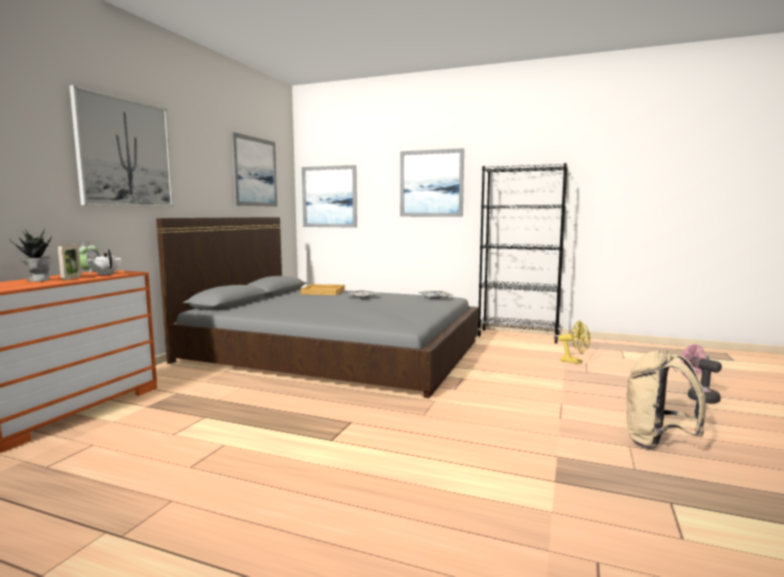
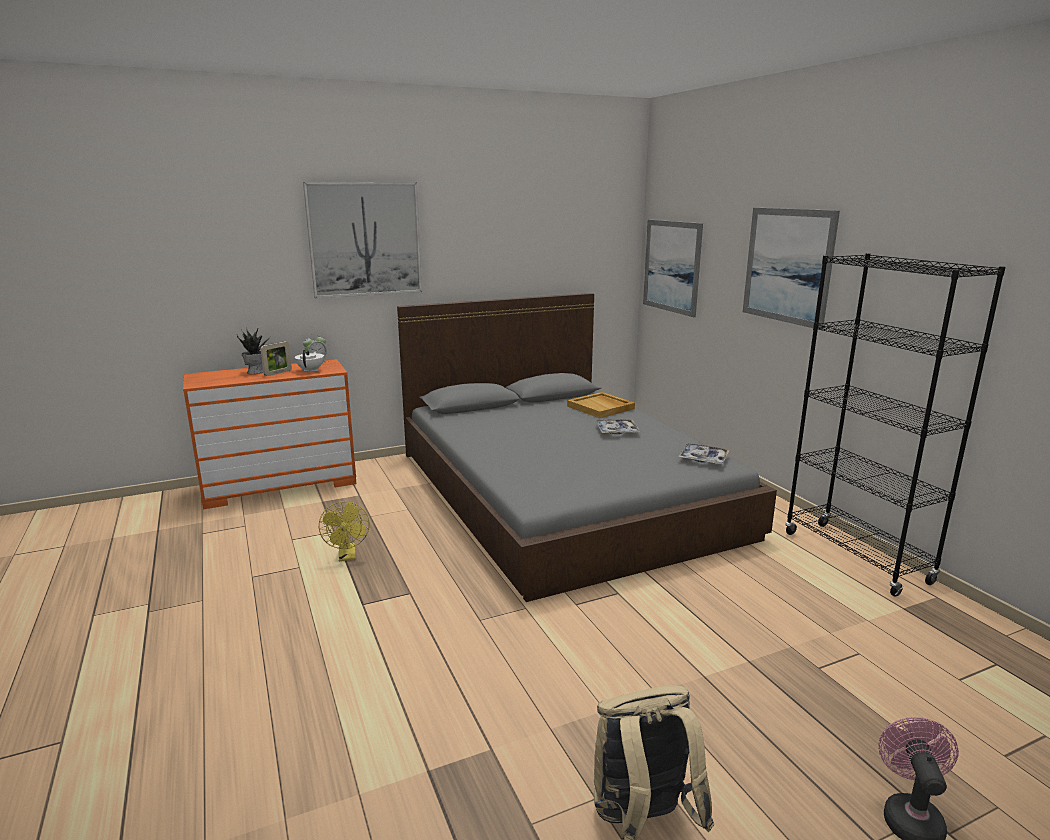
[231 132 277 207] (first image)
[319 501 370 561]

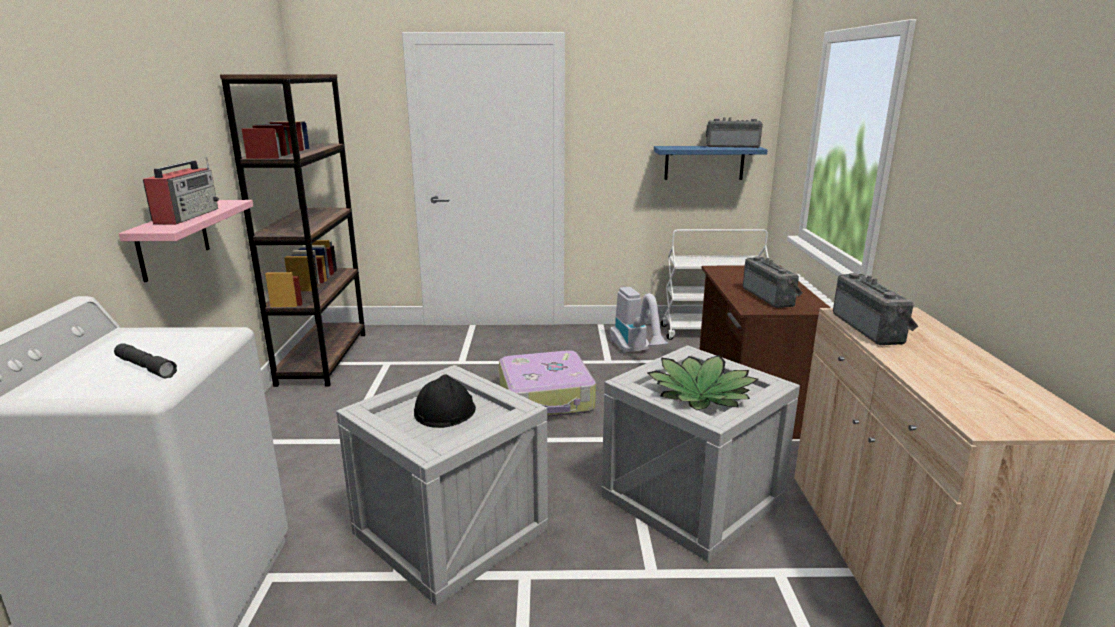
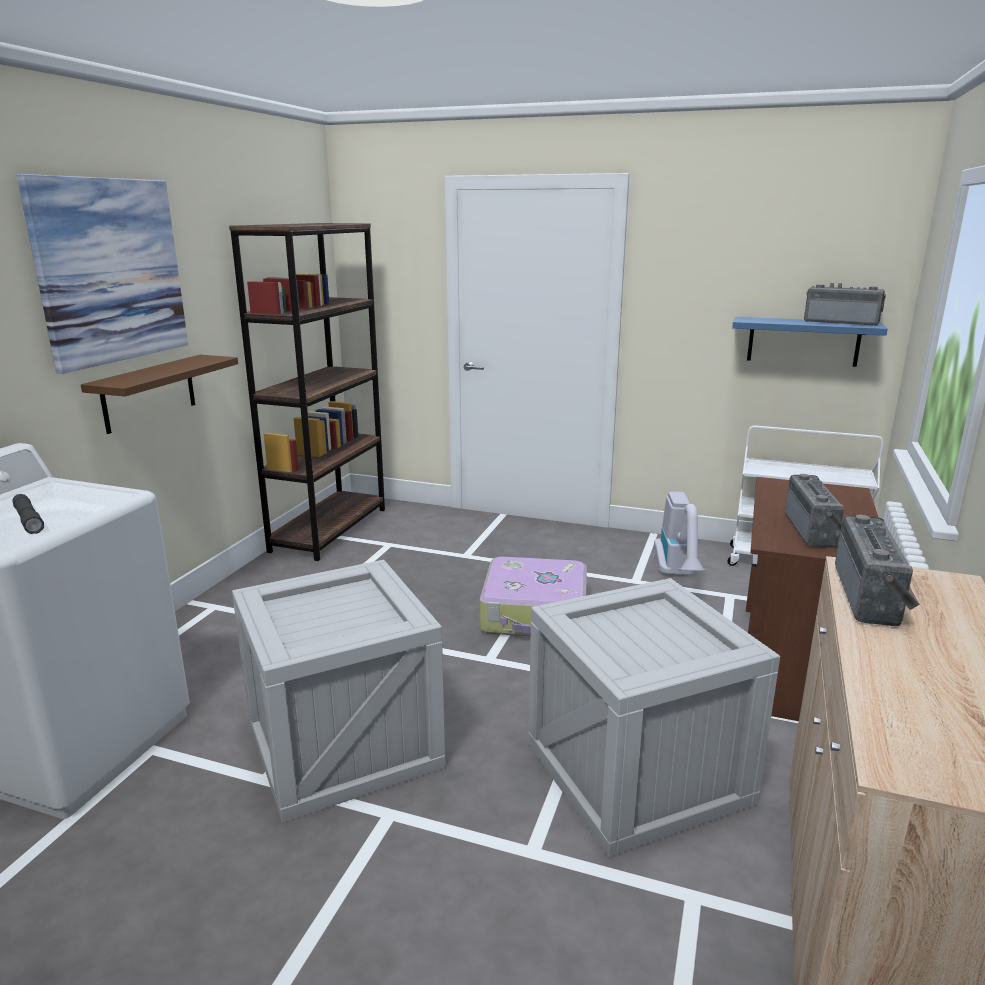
[143 157 219 225] (first image)
[81 355 238 434]
[647 355 758 410] (first image)
[414 374 476 428] (first image)
[17 174 188 374]

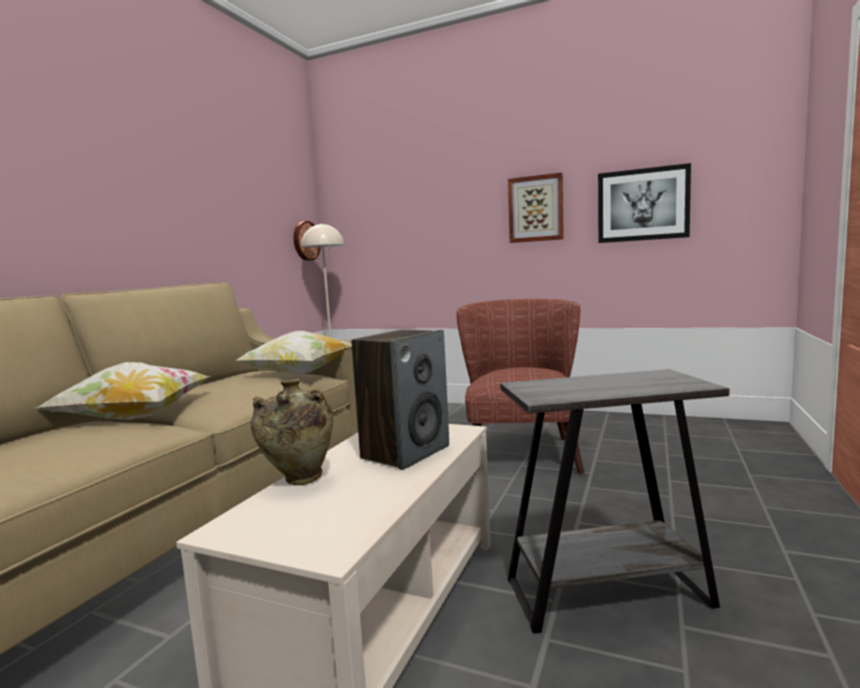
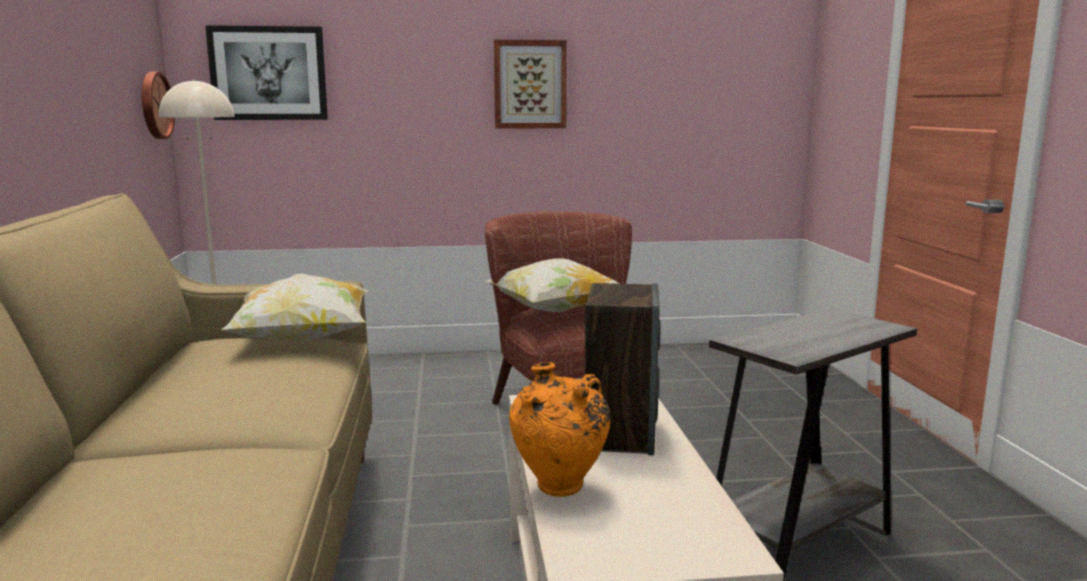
[205 25 328 120]
[485 258 619 312]
[509 362 611 497]

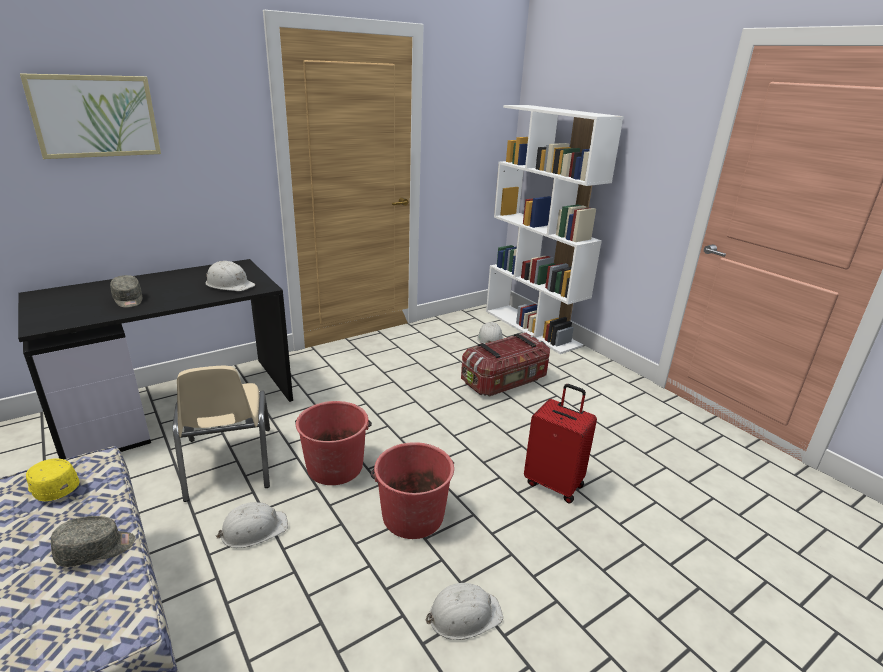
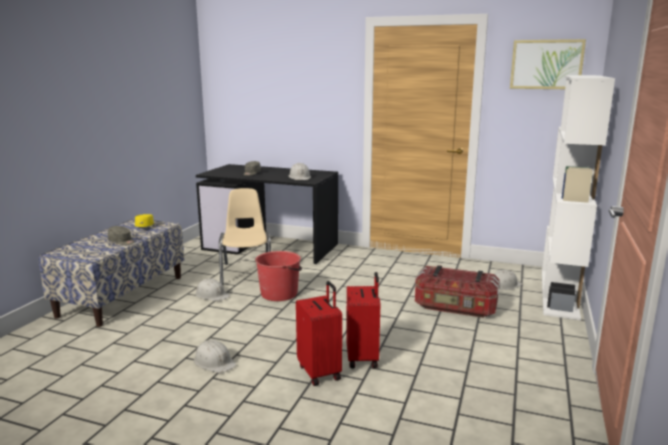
[510 39 586 89]
[219 188 271 285]
[371 442 454 539] (first image)
[296 281 342 386]

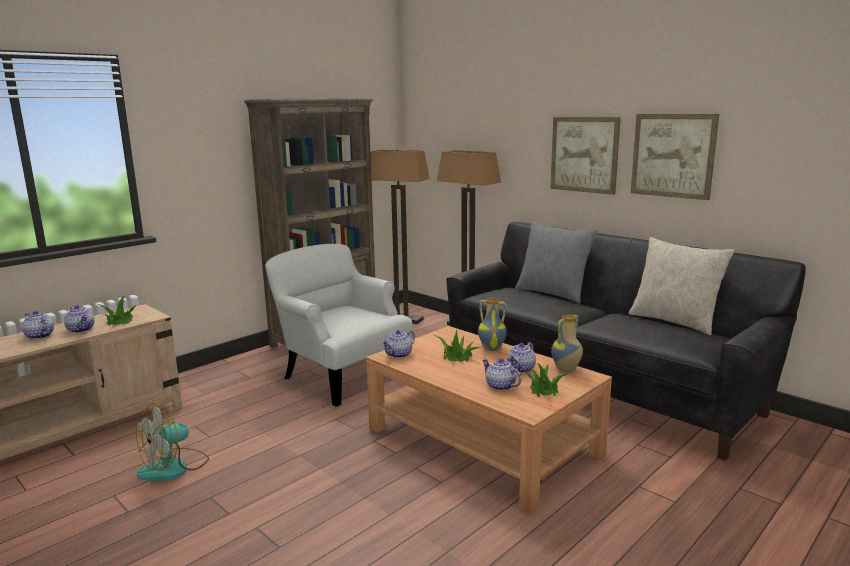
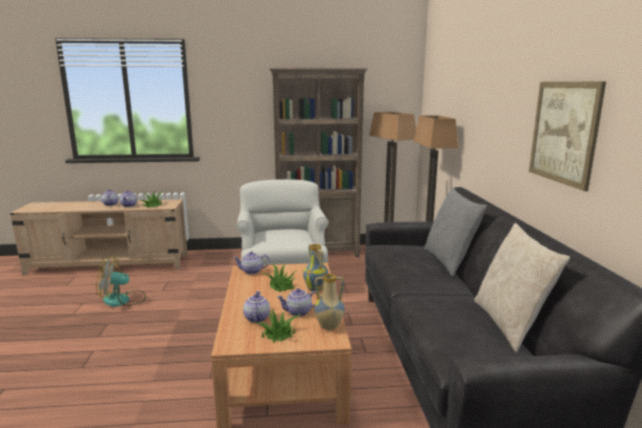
[550 117 621 195] (first image)

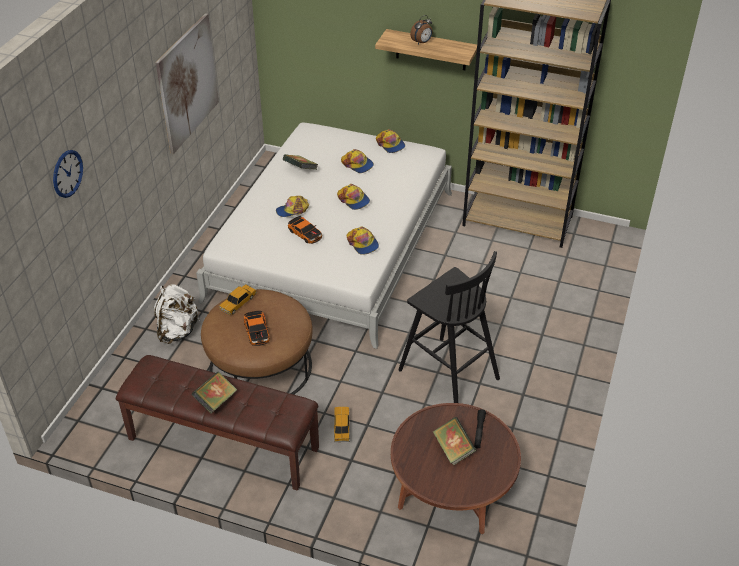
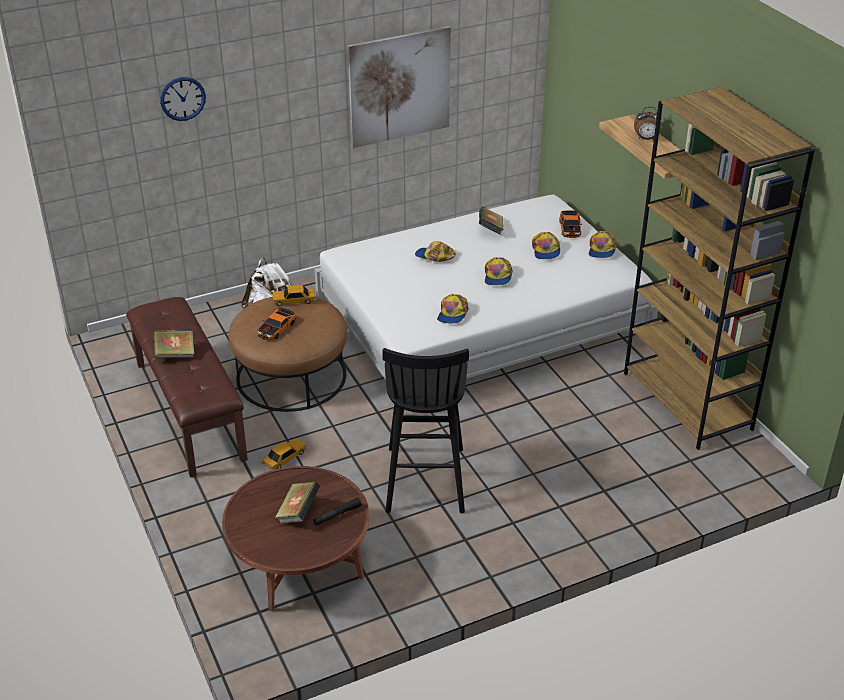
[560 211 582 238]

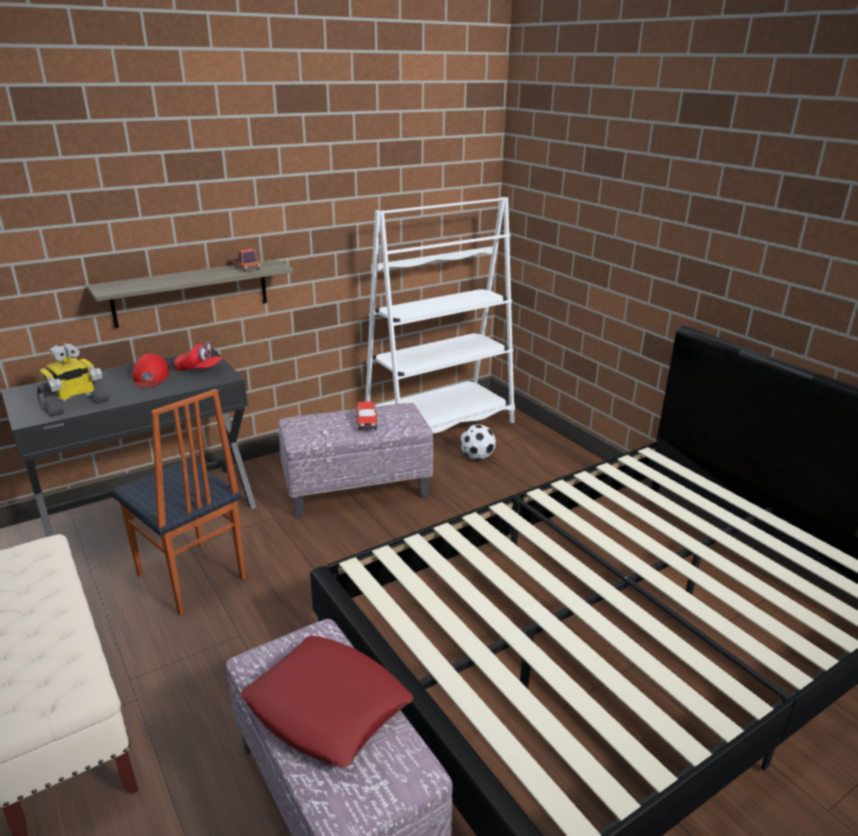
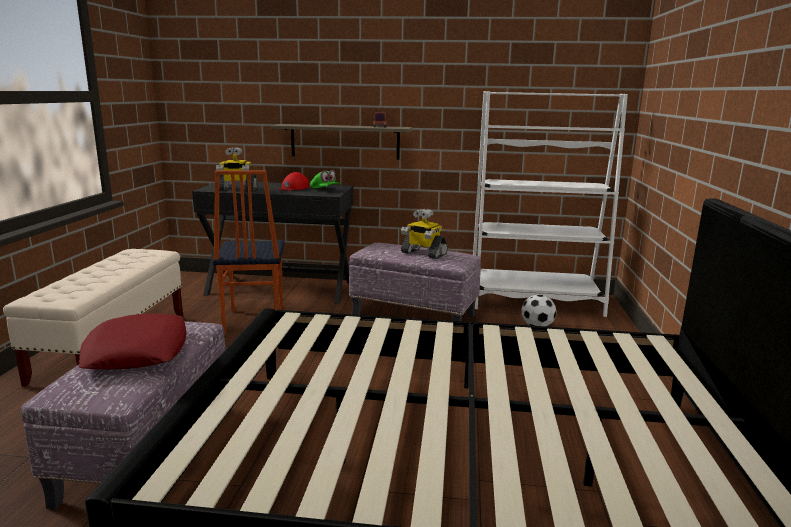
[310 170 340 188]
[401 209 448 259]

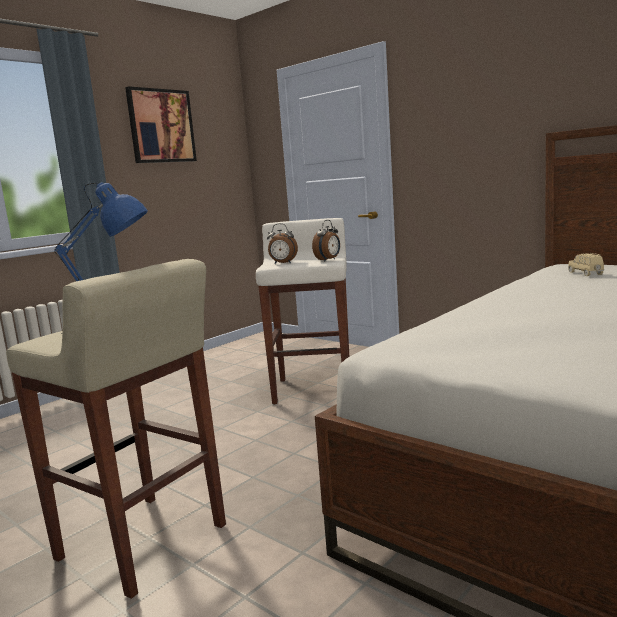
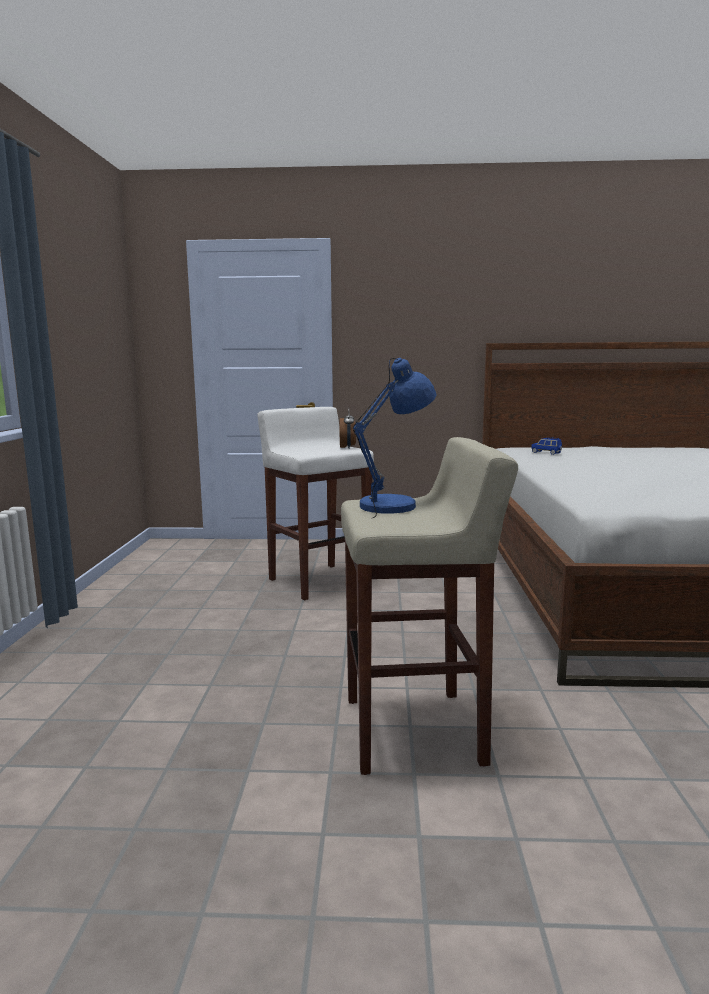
[125 86 197 163] (first image)
[267 223 298 264] (first image)
[531 437 562 455]

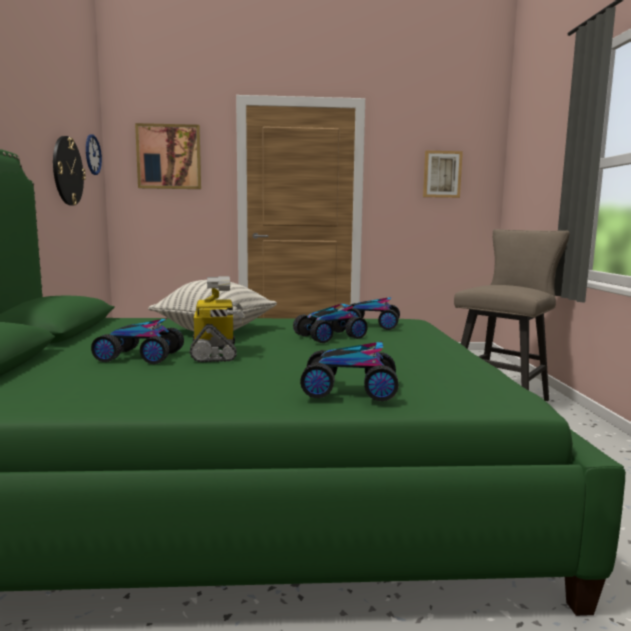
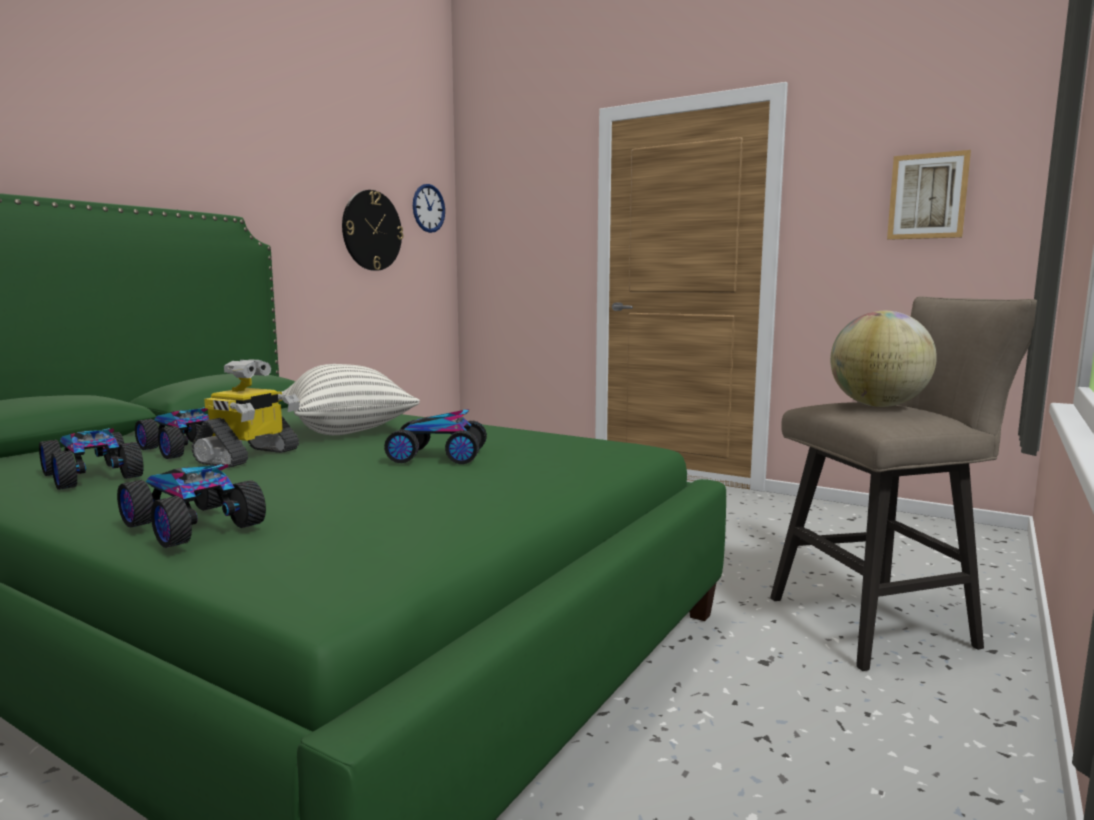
[135 123 201 189] (first image)
[39 428 144 490]
[830 311 937 407]

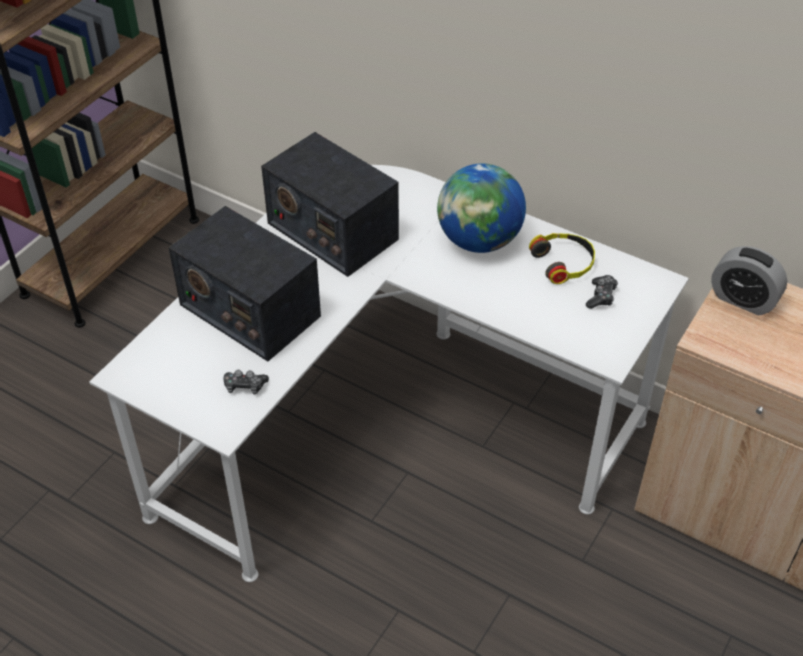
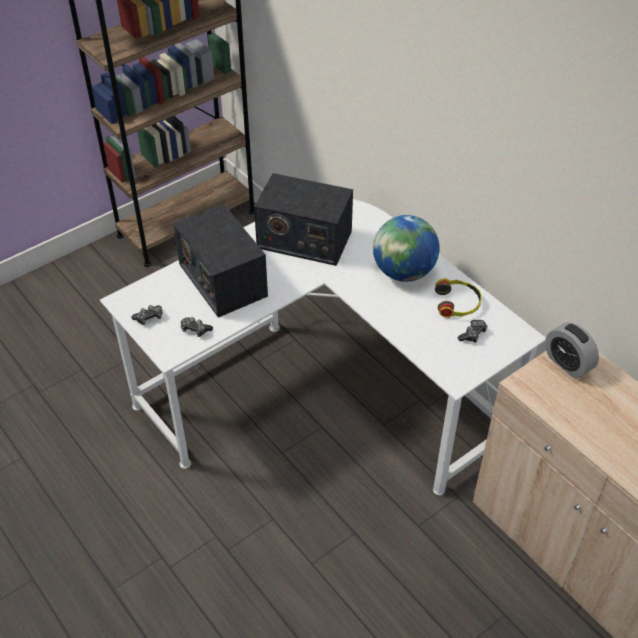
[254 173 353 266]
[132 305 162 325]

